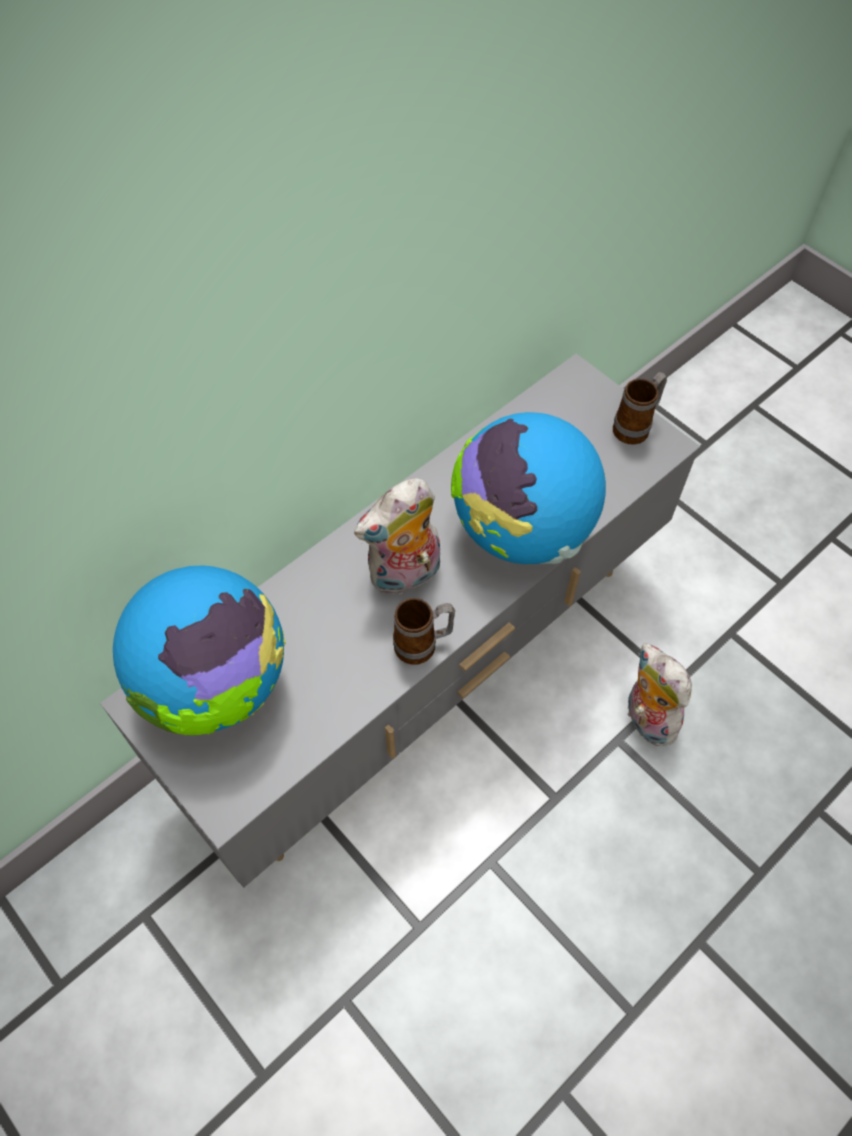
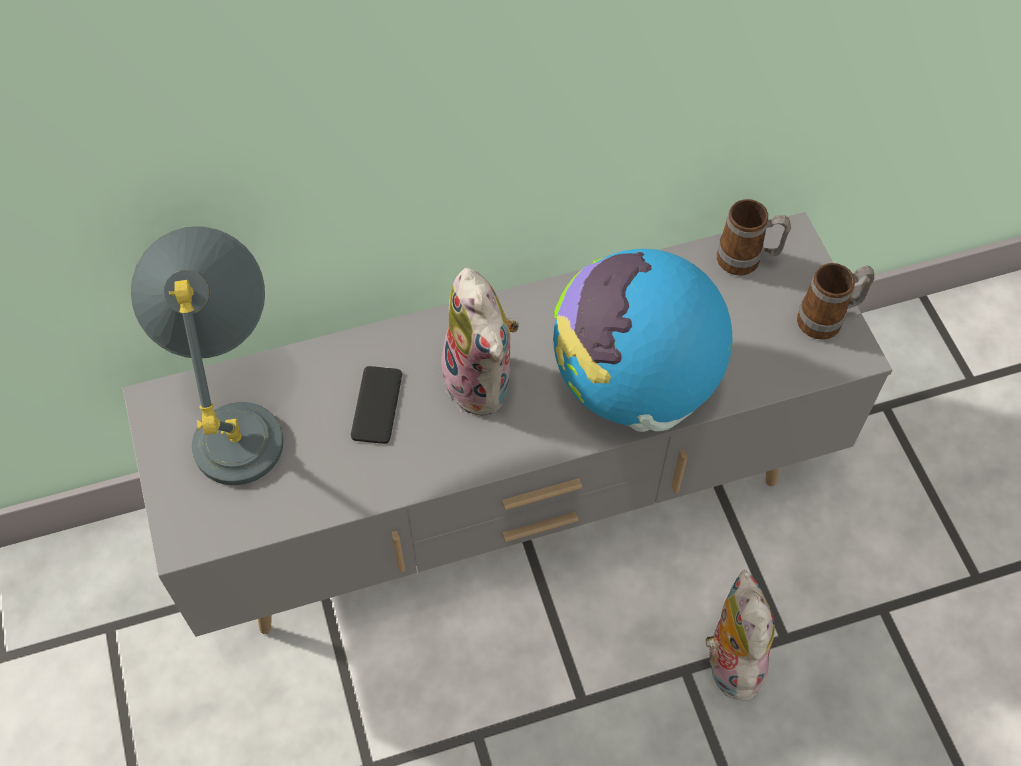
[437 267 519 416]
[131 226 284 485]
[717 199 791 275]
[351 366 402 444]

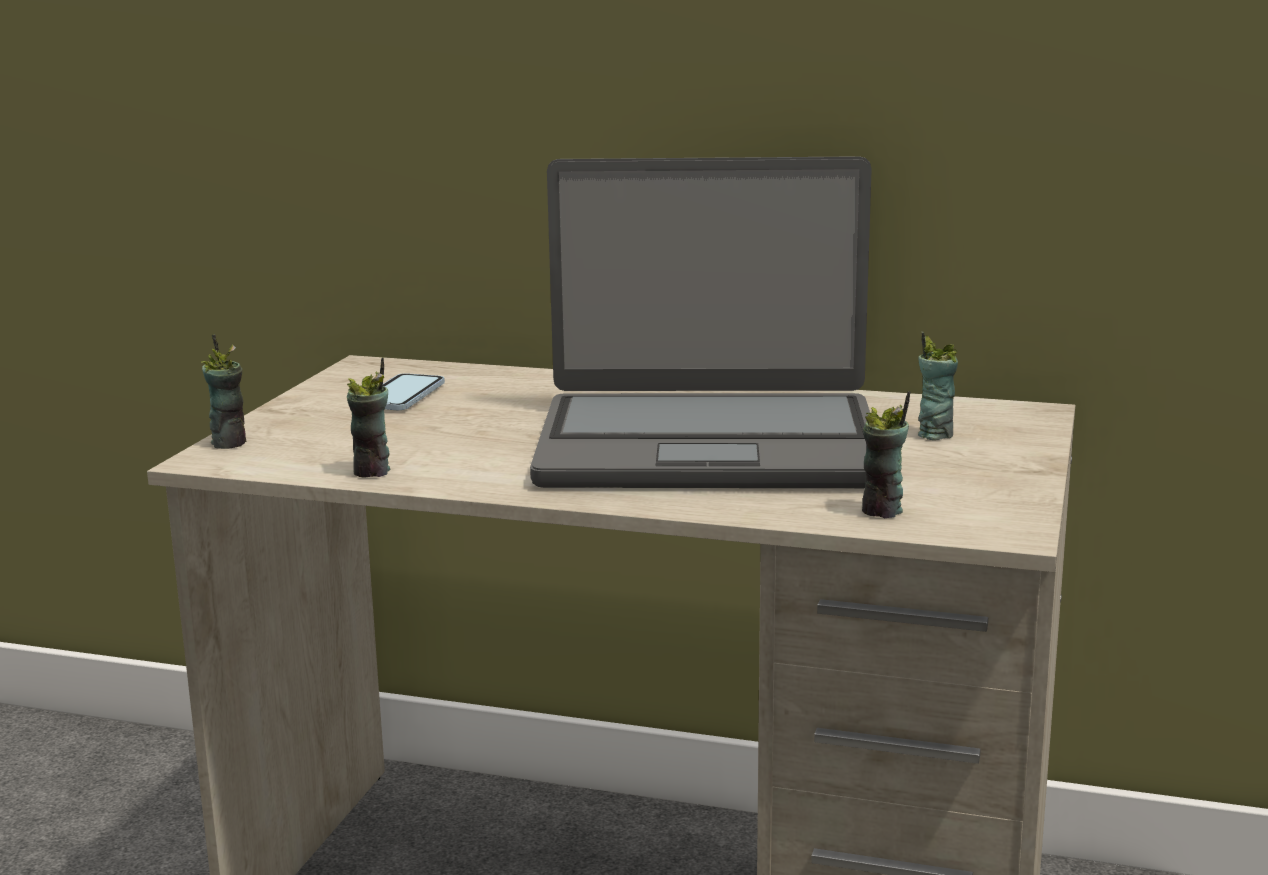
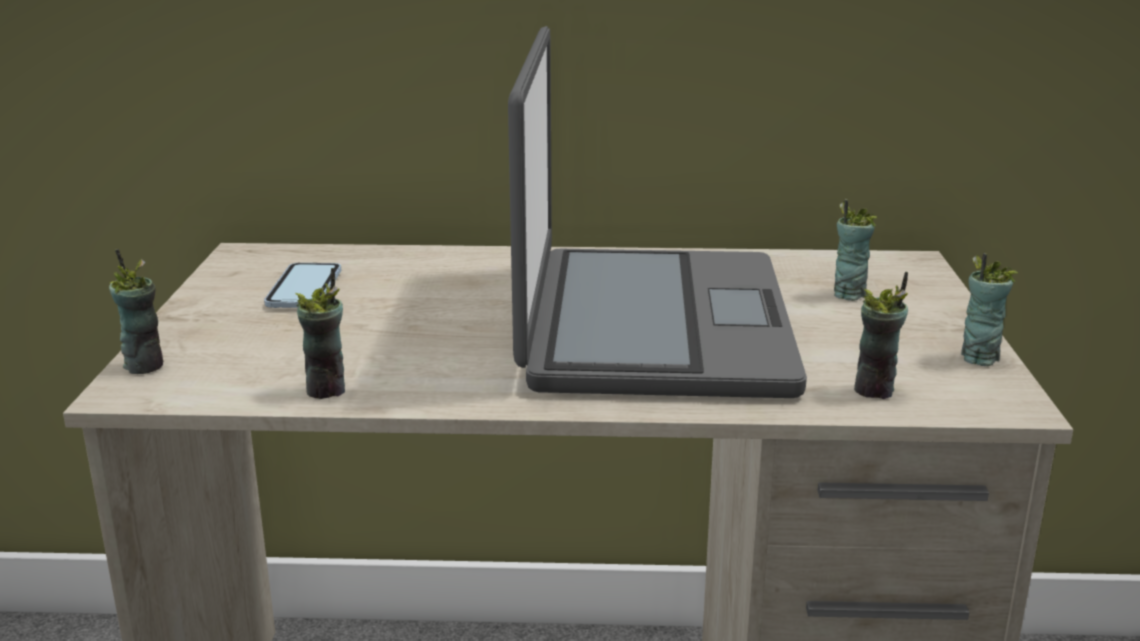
[508 26 807 398]
[961 253 1018 366]

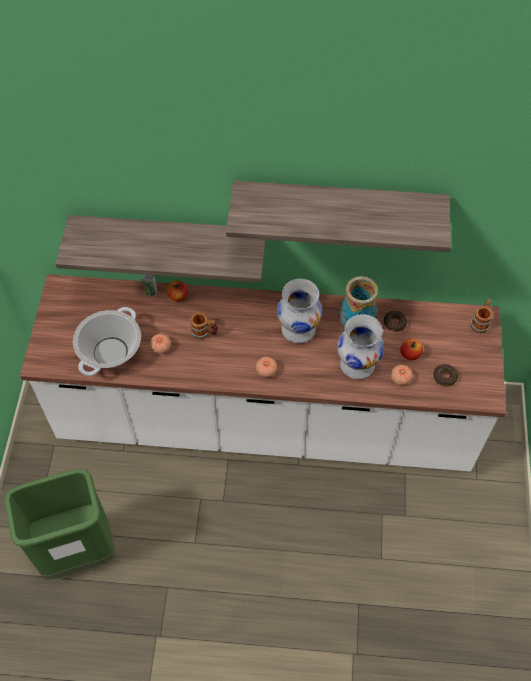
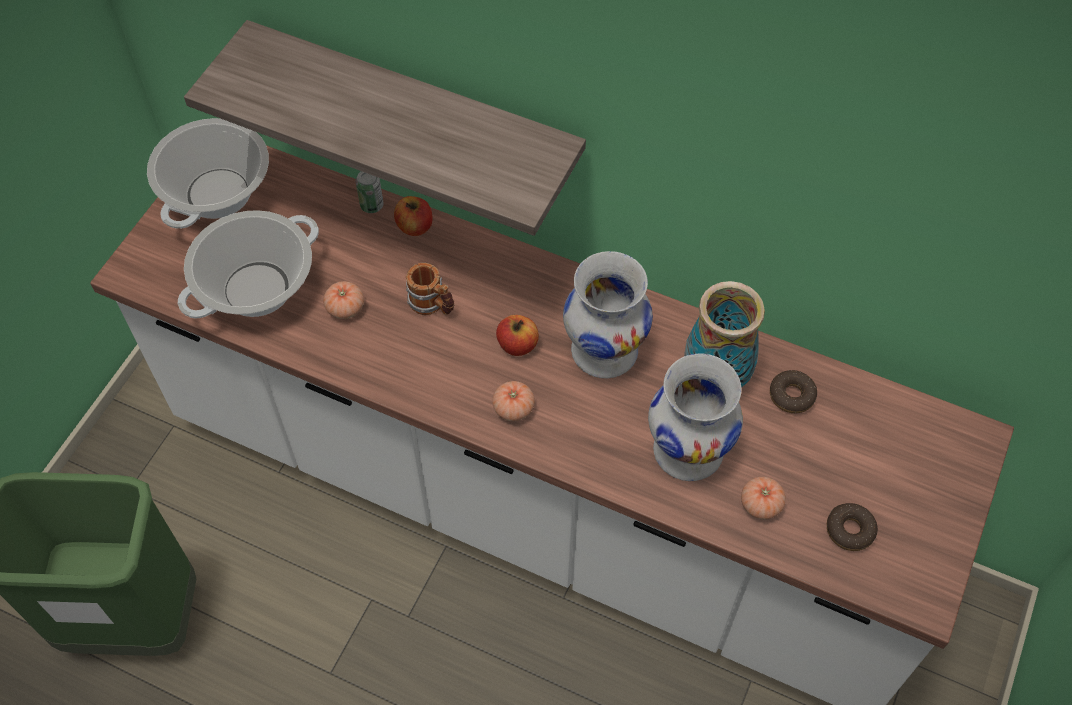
[226 180 451 252] (first image)
[470 299 493 333] (first image)
[496 315 539 356]
[147 118 269 229]

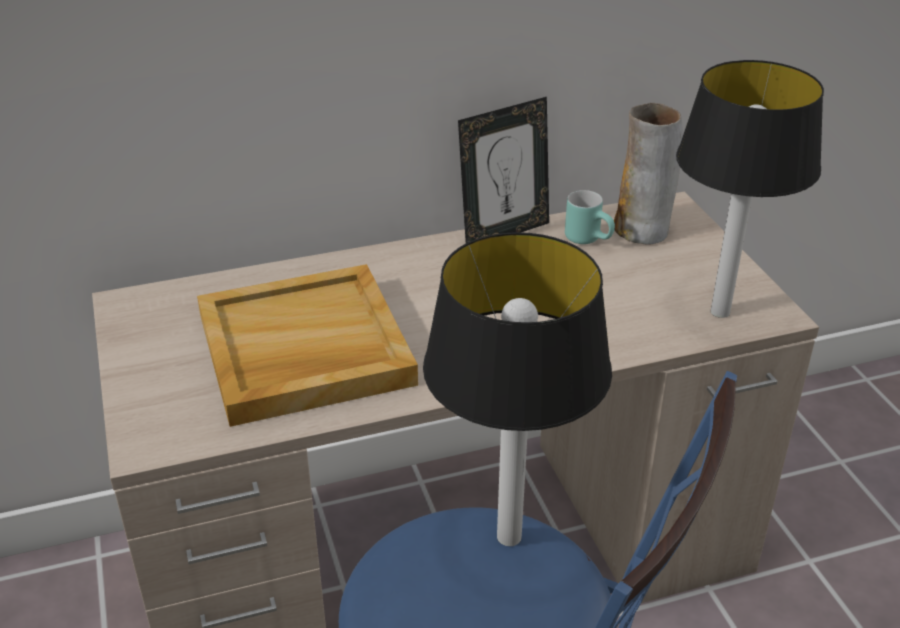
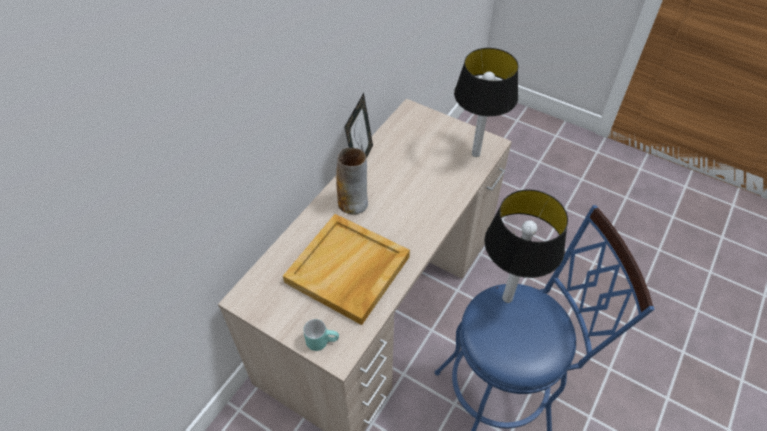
[336 148 368 214]
[303 319 339 351]

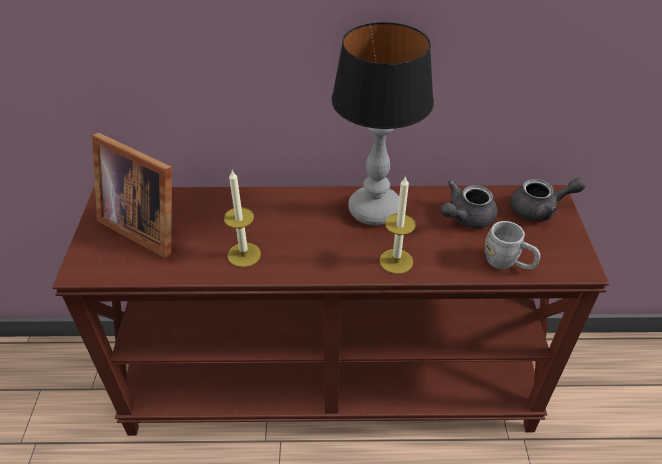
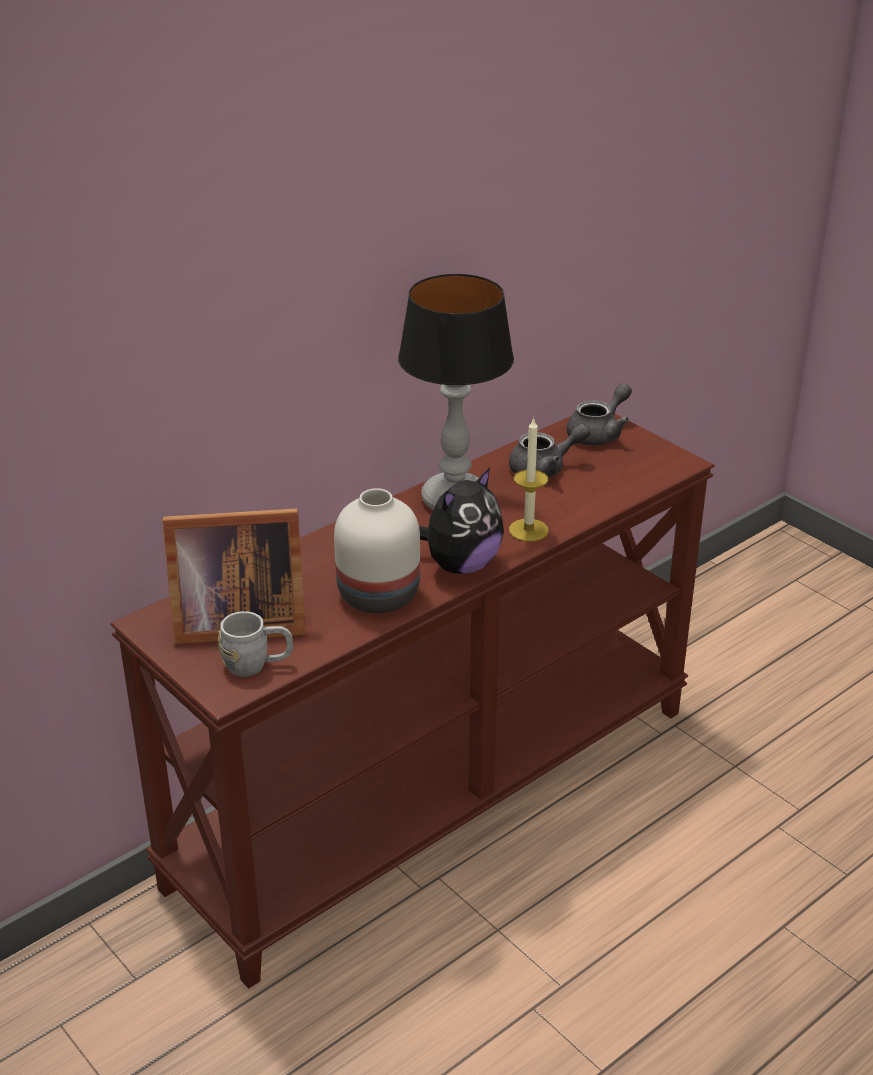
[334 488 420 613]
[509 424 590 478]
[218 611 293 677]
[419 468 504 574]

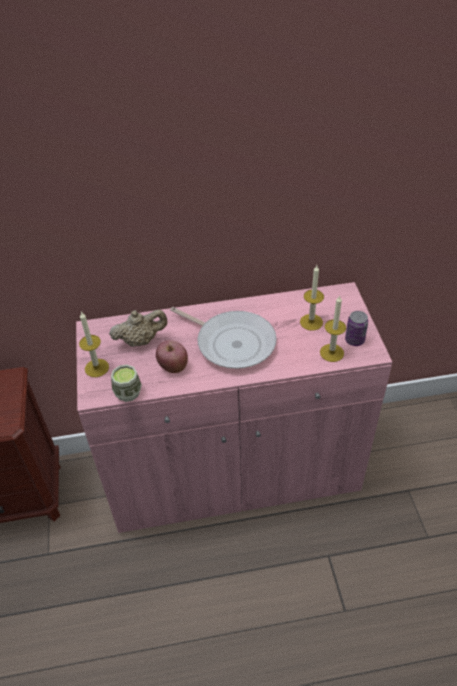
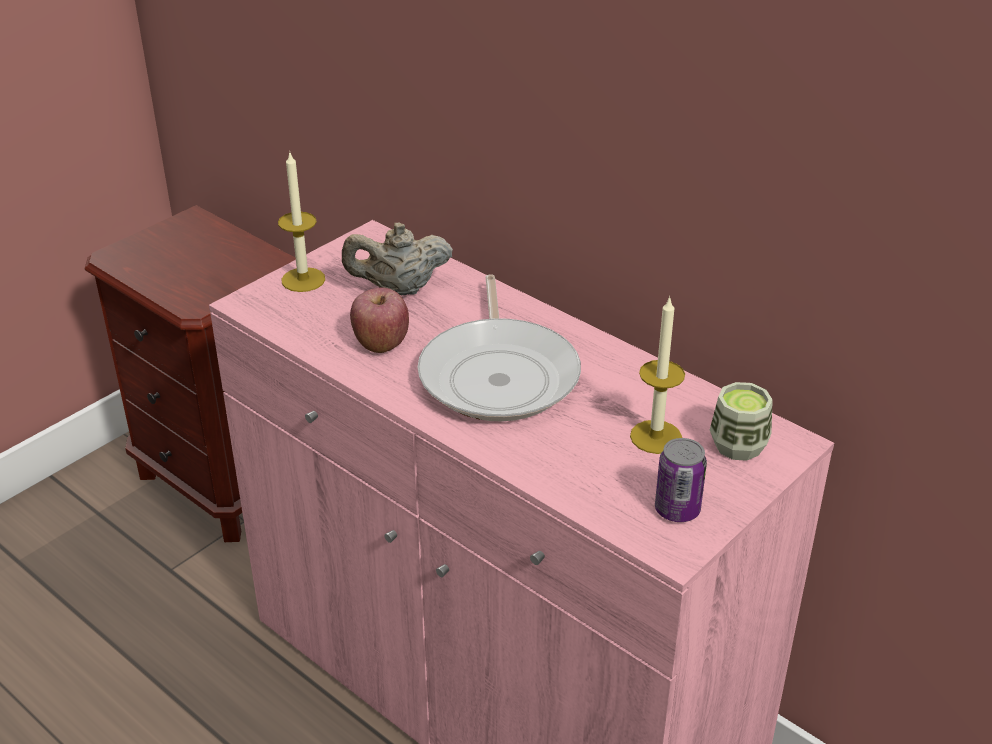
[320 296 346 362] (first image)
[342 223 453 295]
[710 382 773 461]

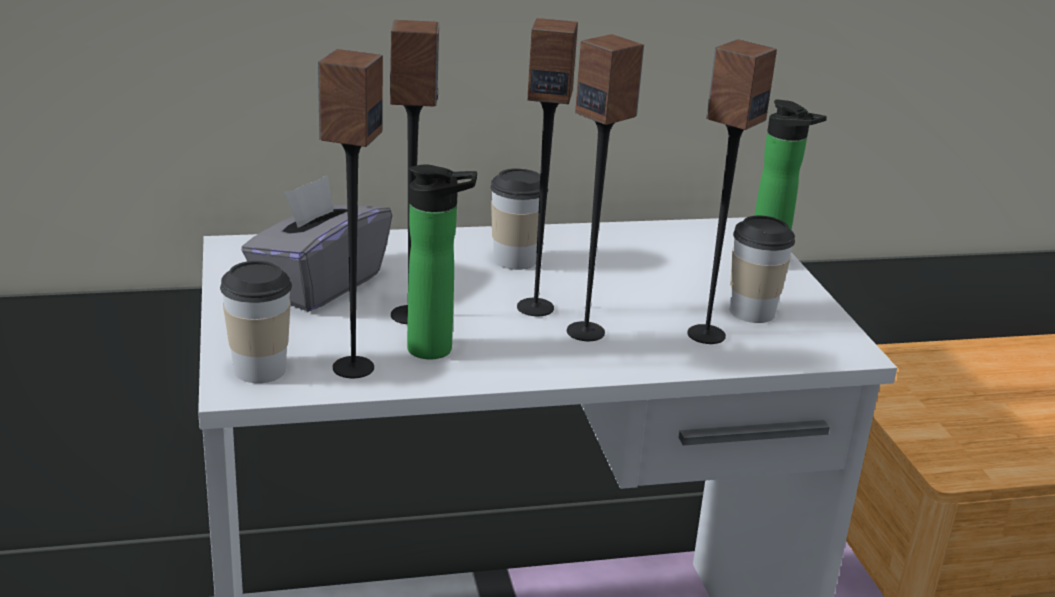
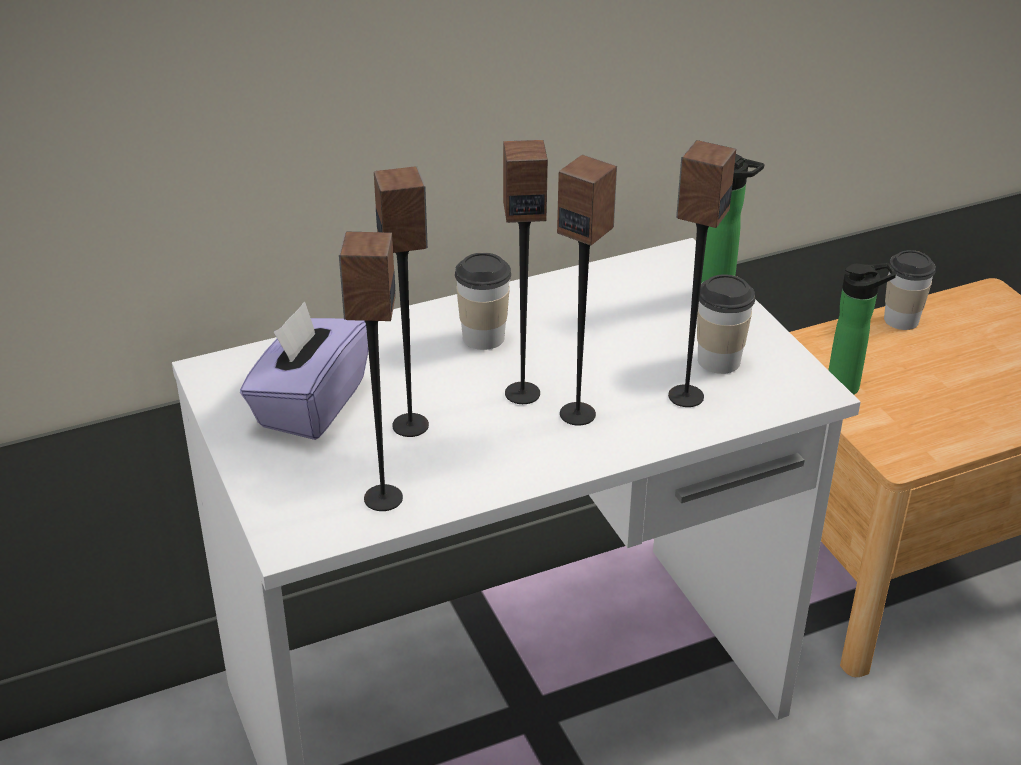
[829 263 896 395]
[240 301 368 440]
[884 250 936 330]

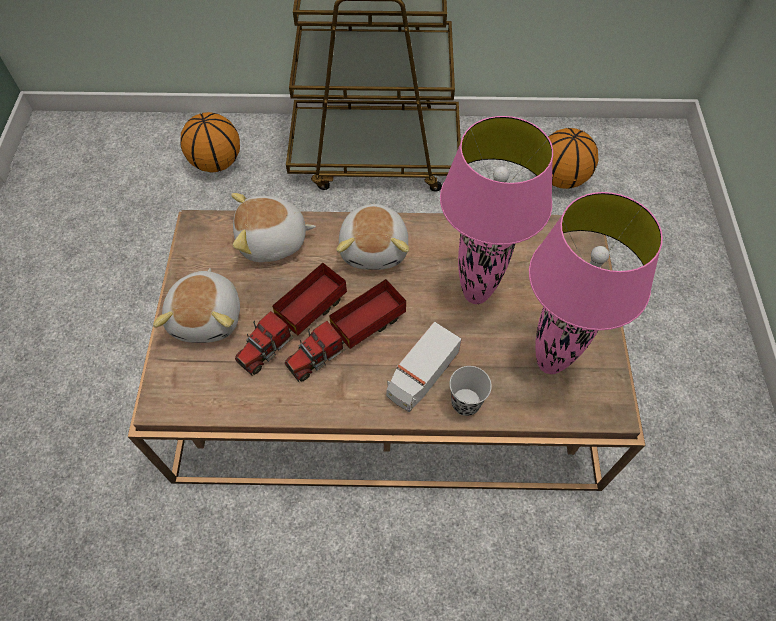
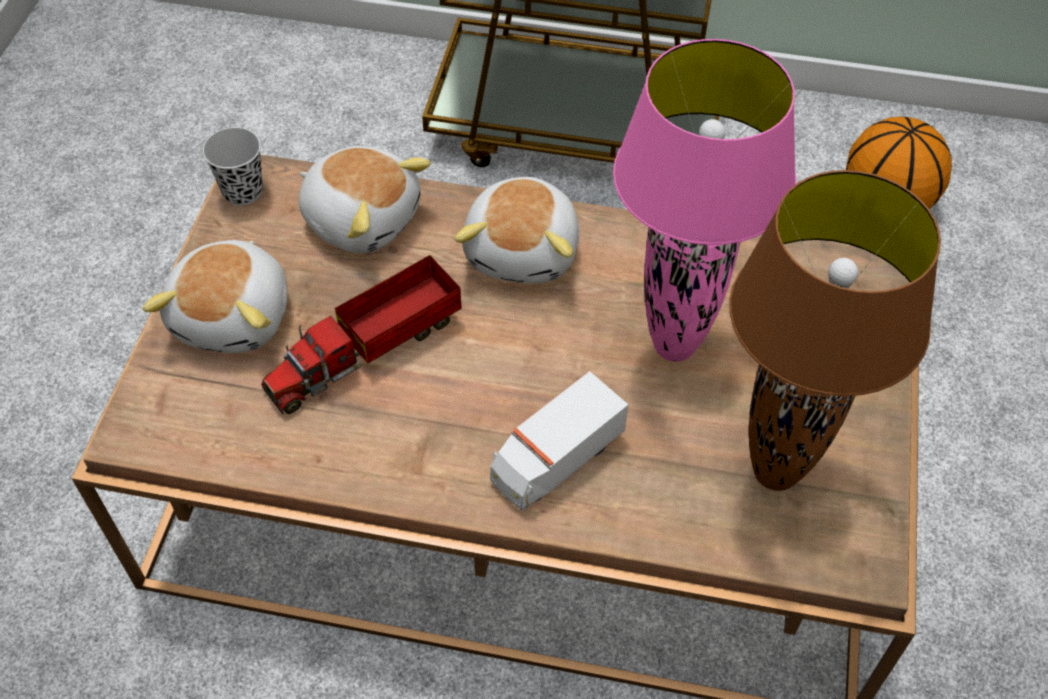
[180 112 240 173] (first image)
[729 170 941 491]
[299 146 431 253]
[285 279 406 382] (first image)
[203 128 263 206]

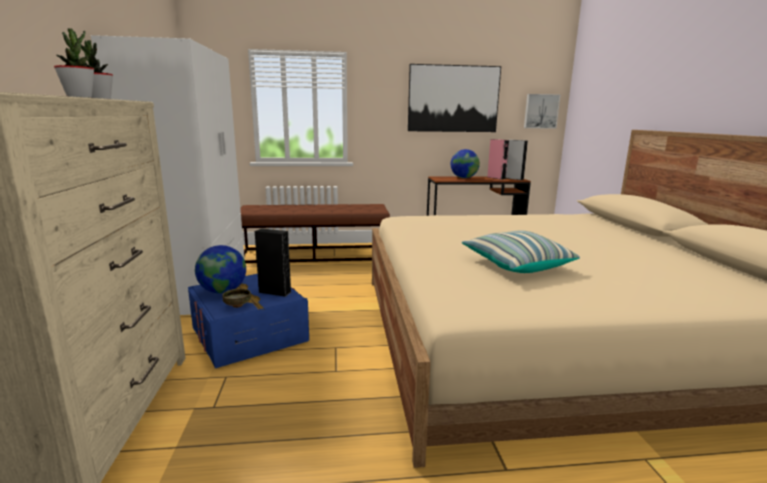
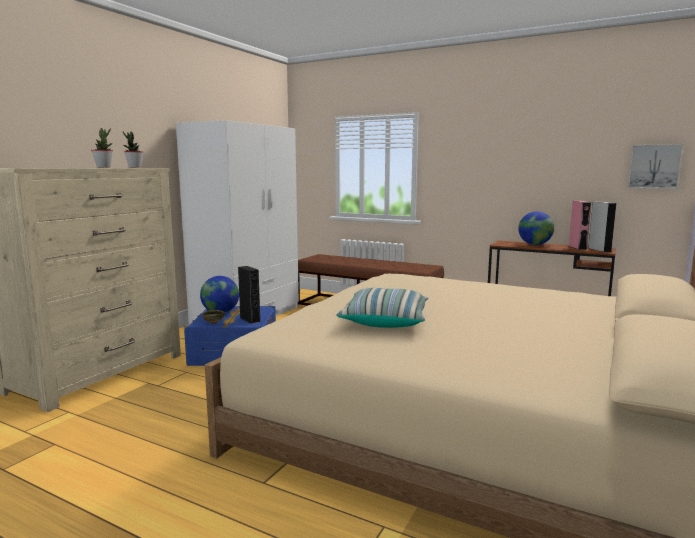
[408 64 501 132] (first image)

